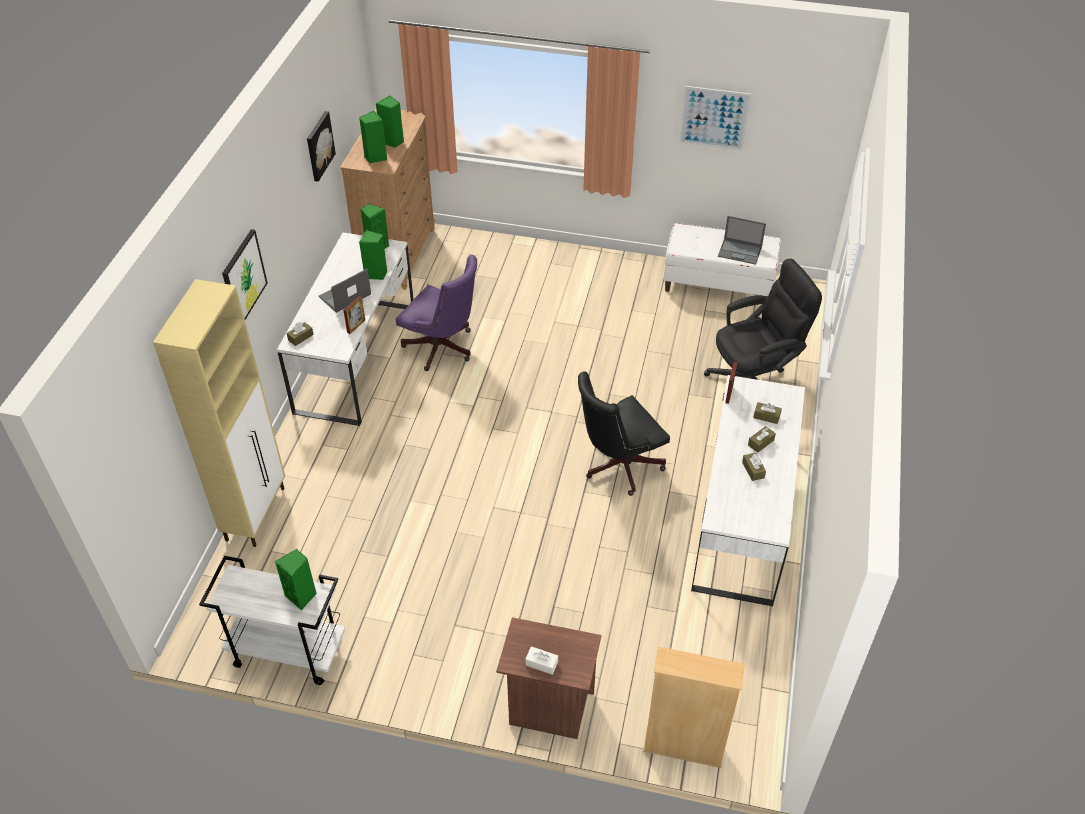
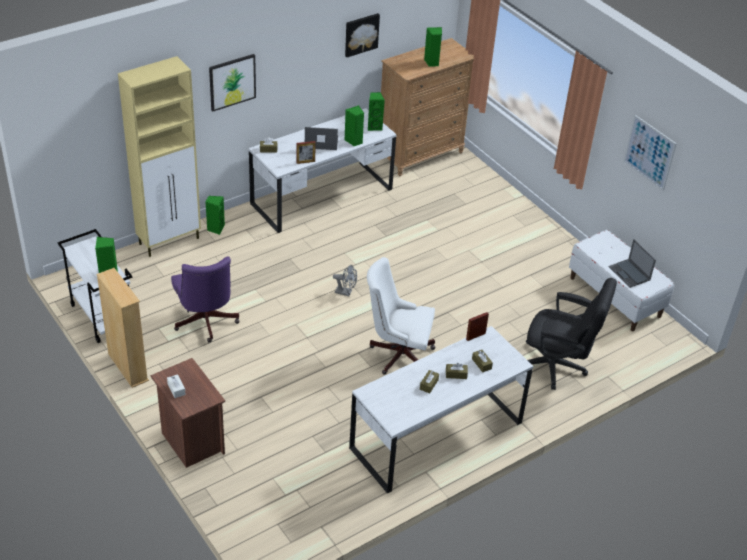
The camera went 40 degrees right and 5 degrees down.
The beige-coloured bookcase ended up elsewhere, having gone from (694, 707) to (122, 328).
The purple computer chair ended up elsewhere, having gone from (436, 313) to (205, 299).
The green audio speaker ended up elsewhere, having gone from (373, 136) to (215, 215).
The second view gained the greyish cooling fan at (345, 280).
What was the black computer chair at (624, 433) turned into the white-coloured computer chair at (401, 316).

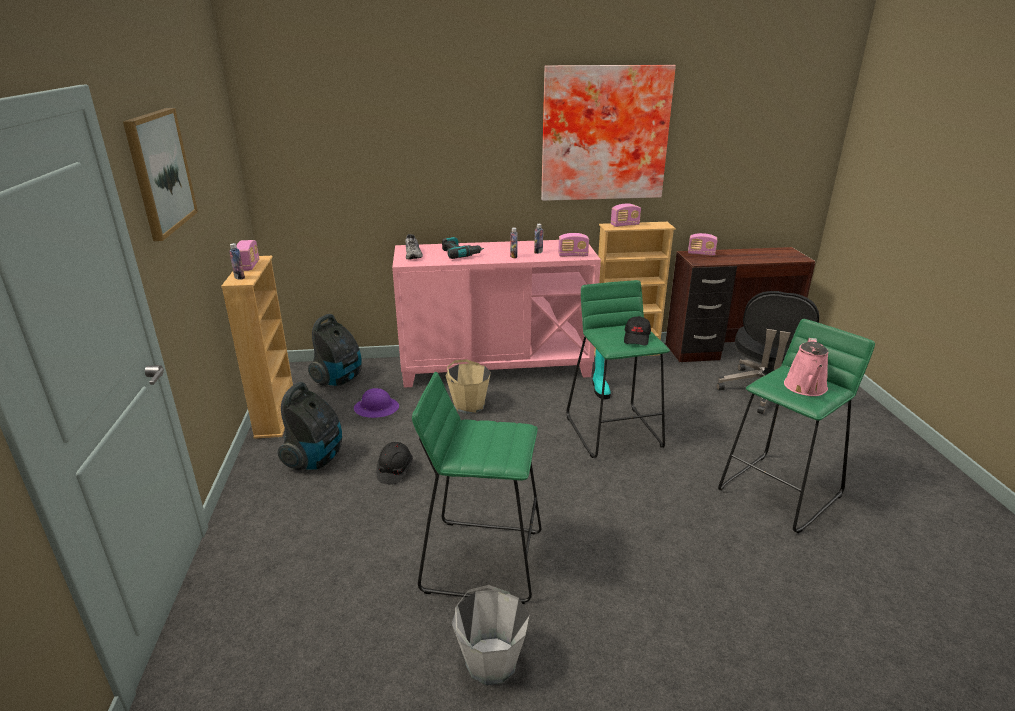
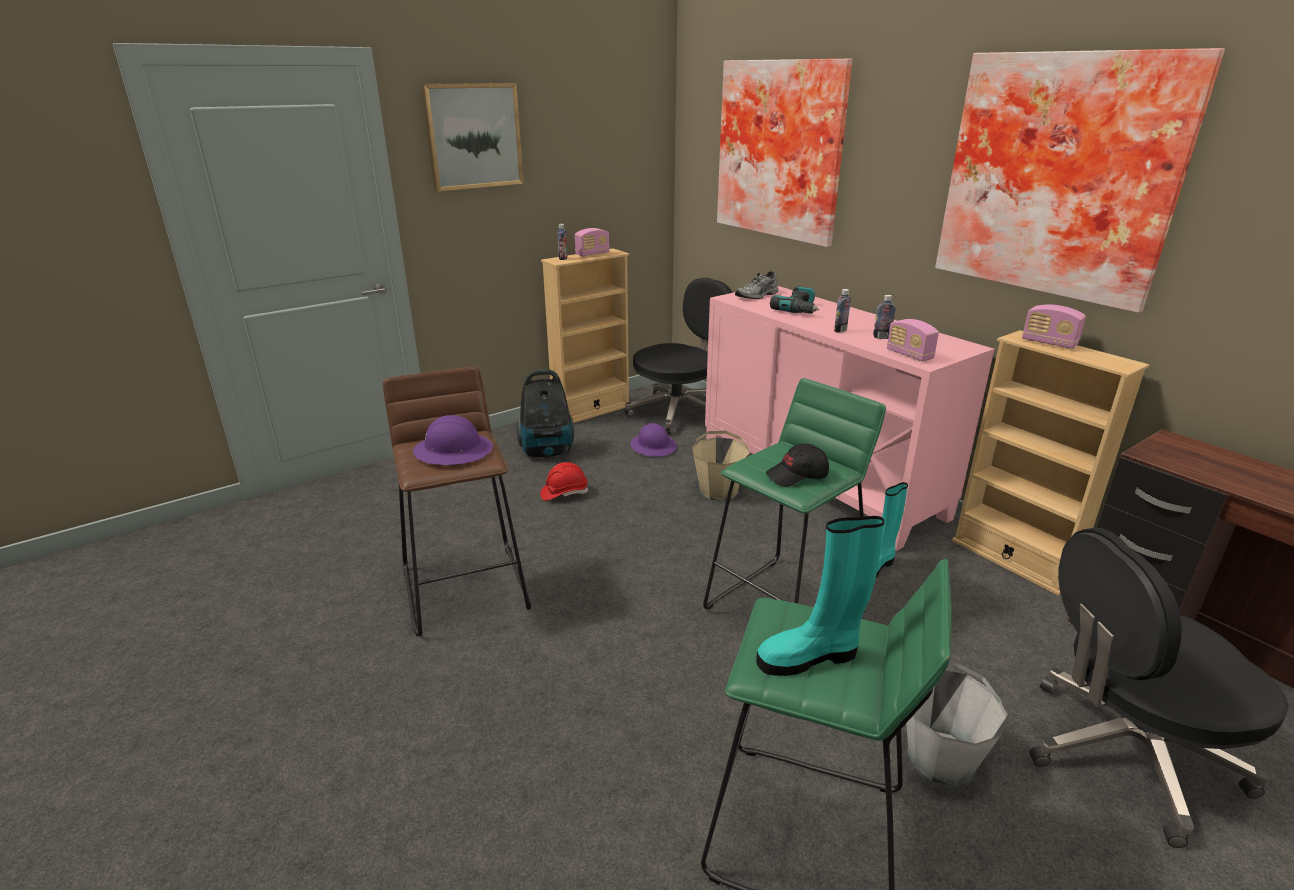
The camera went 60 degrees right and 0 degrees up.
What was the green stool at (477, 488) turned into the brown-coloured stool at (457, 501).
The second view gained the purple work helmet at (453, 440).
What was the black work helmet at (394, 463) turned into the reddish work helmet at (564, 481).
Where the vacuum stood at (335, 350), the black computer chair came to stand at (679, 356).
The second view gained the wall picture at (784, 153).
Where the pink-coloured watering pot stood at (806, 367), the turquoise tall boot came to stand at (820, 596).
The greyish water bucket ended up elsewhere, having gone from (490, 635) to (957, 724).
The second view lost the radio set at (702, 244).

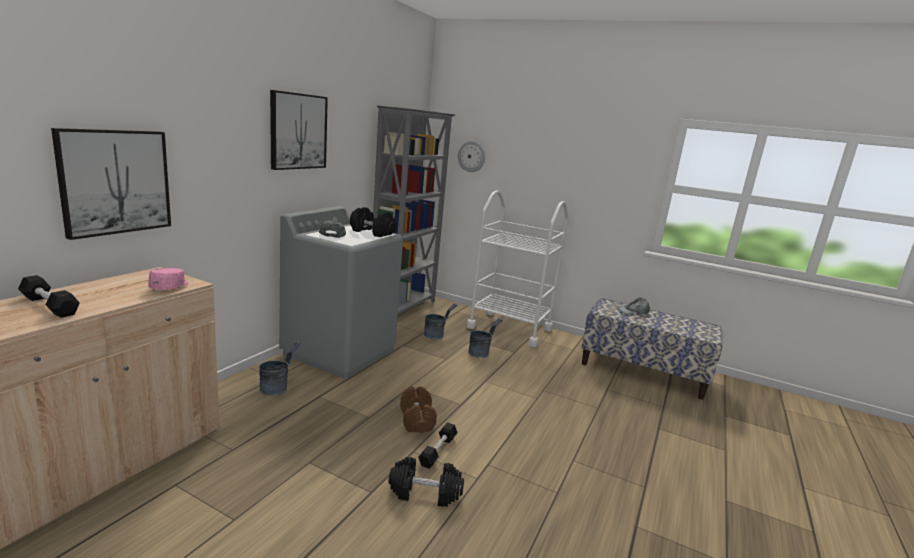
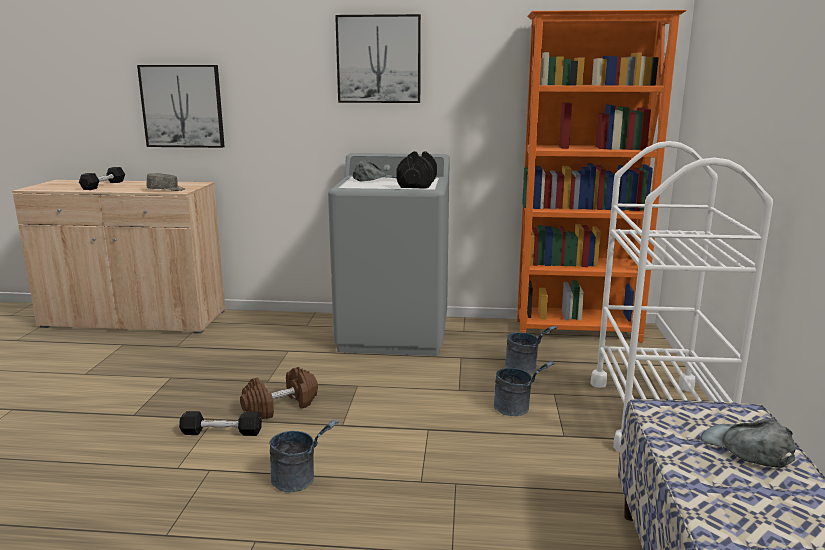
The camera went 70 degrees right and 0 degrees up.
What was the pink-coloured baseball cap at (168, 279) turned into the greyish baseball cap at (165, 182).
The greyish water bucket ended up elsewhere, having gone from (280, 368) to (304, 456).
What was the greyish bookcase at (414, 209) turned into the orangey bookcase at (602, 176).
The second view lost the black dumbbell at (426, 482).
The second view lost the wall clock at (471, 156).

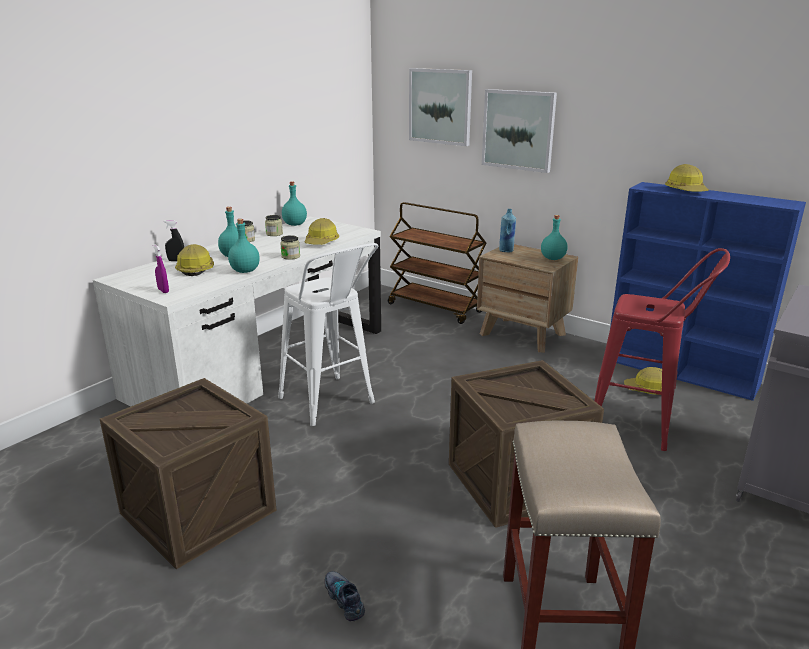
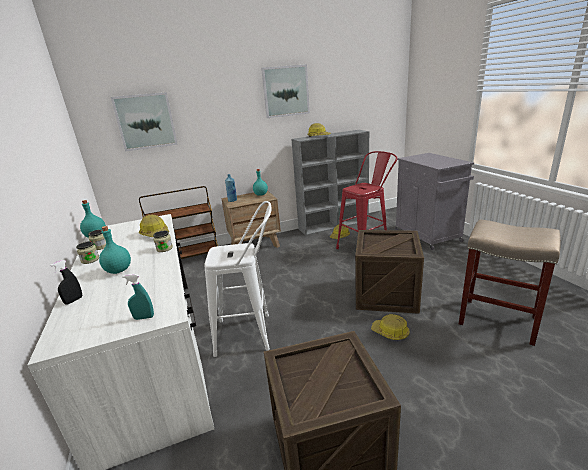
The camera went 55 degrees left and 0 degrees up.
What was the purple hand sprayer at (161, 268) turned into the turquoise hand sprayer at (138, 297).
The wall picture ended up elsewhere, having gone from (519, 131) to (285, 91).
What was the blue-coloured bookcase at (708, 291) turned into the greyish bookcase at (330, 183).
The work helmet ended up elsewhere, having gone from (194, 260) to (390, 327).
The second view lost the turquoise bottle at (244, 246).
The second view lost the item of footwear at (344, 596).

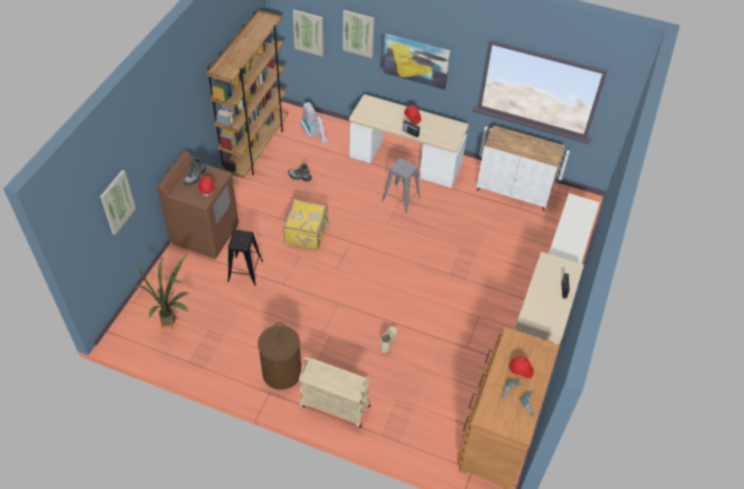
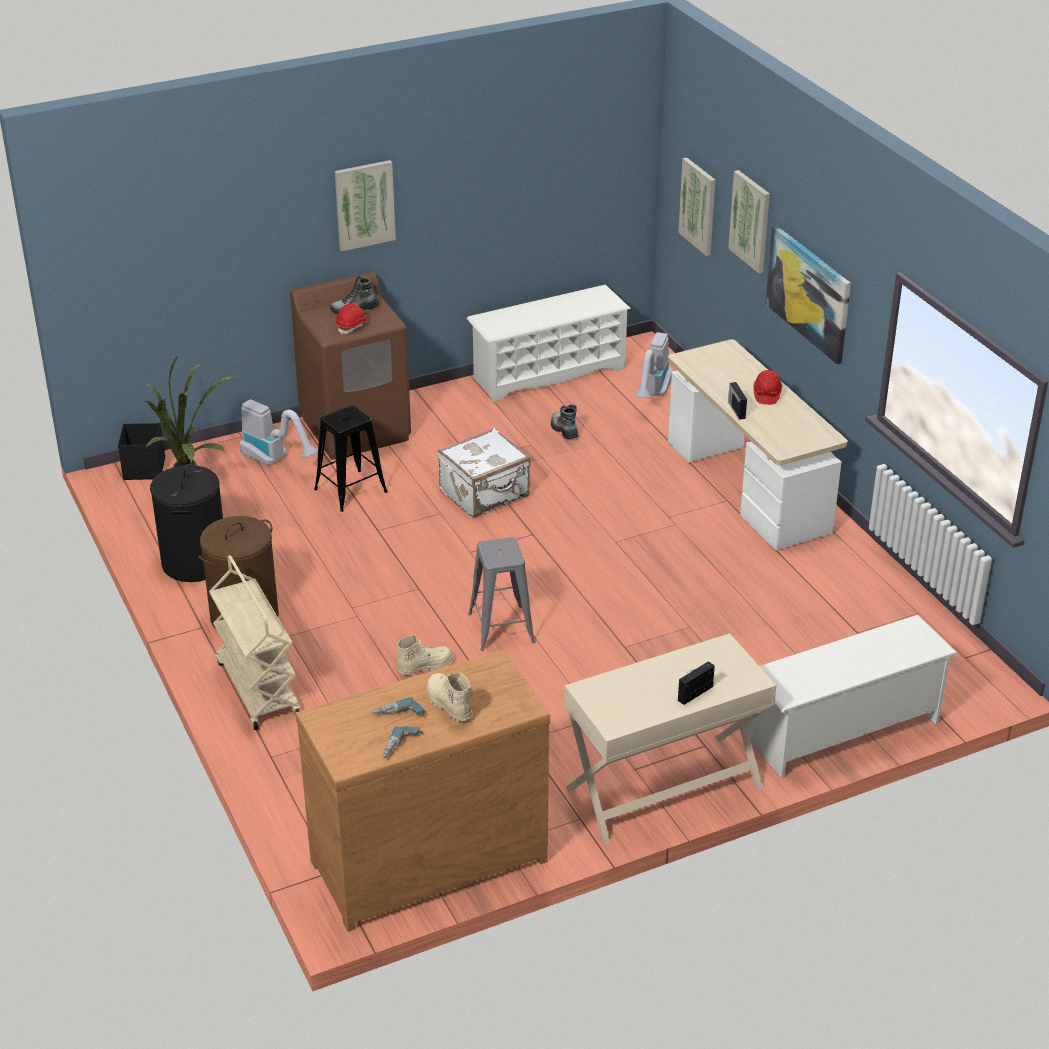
The camera went 45 degrees right and 15 degrees down.
The second view gained the black storage box at (141, 451).
The second view gained the black washing basket at (186, 523).
The second view gained the vacuum at (278, 433).
The wall picture ended up elsewhere, having gone from (118, 202) to (365, 205).
Where the reddish work helmet stood at (520, 367), the beige-coloured tall boot came to stand at (450, 697).
What was the yellow-coloured suitcase at (306, 224) turned into the white-coloured suitcase at (484, 472).
Where the brown-coloured bookcase stood at (247, 94), the white-coloured shoe rack came to stand at (548, 343).
The greyish stool ended up elsewhere, having gone from (401, 186) to (501, 594).
The second view lost the white-coloured cabinet at (521, 168).

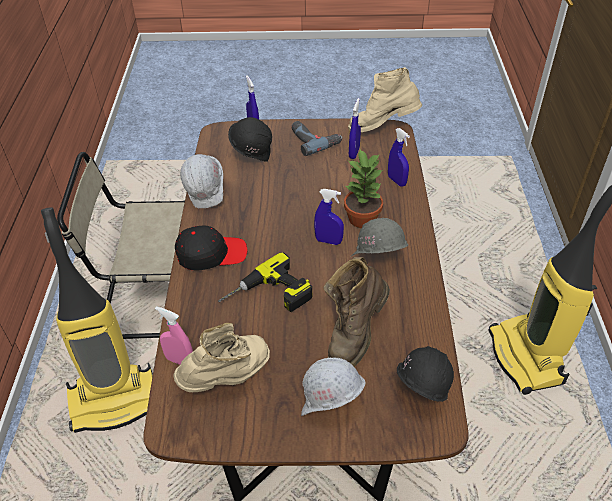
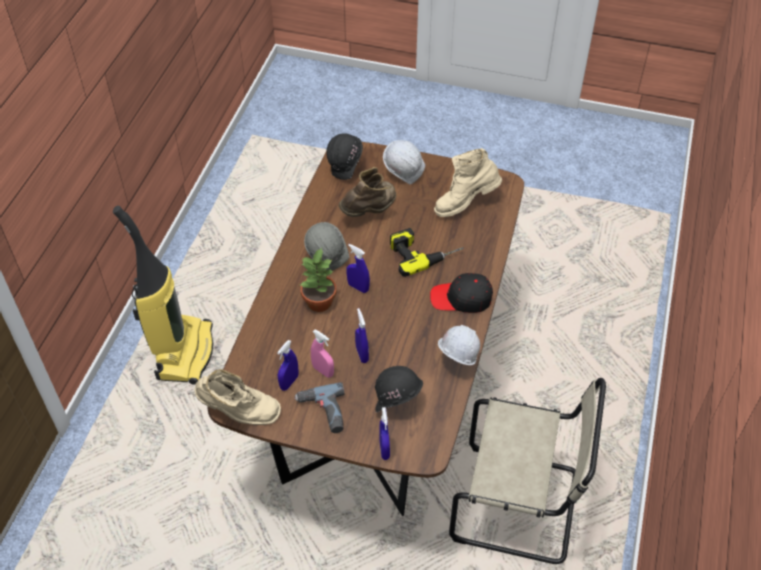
The camera went 165 degrees left and 5 degrees up.
The pink-coloured hand sprayer ended up elsewhere, having gone from (174, 335) to (322, 354).
The blue-coloured hand sprayer ended up elsewhere, having gone from (399, 157) to (362, 335).
The second view lost the vacuum at (97, 320).

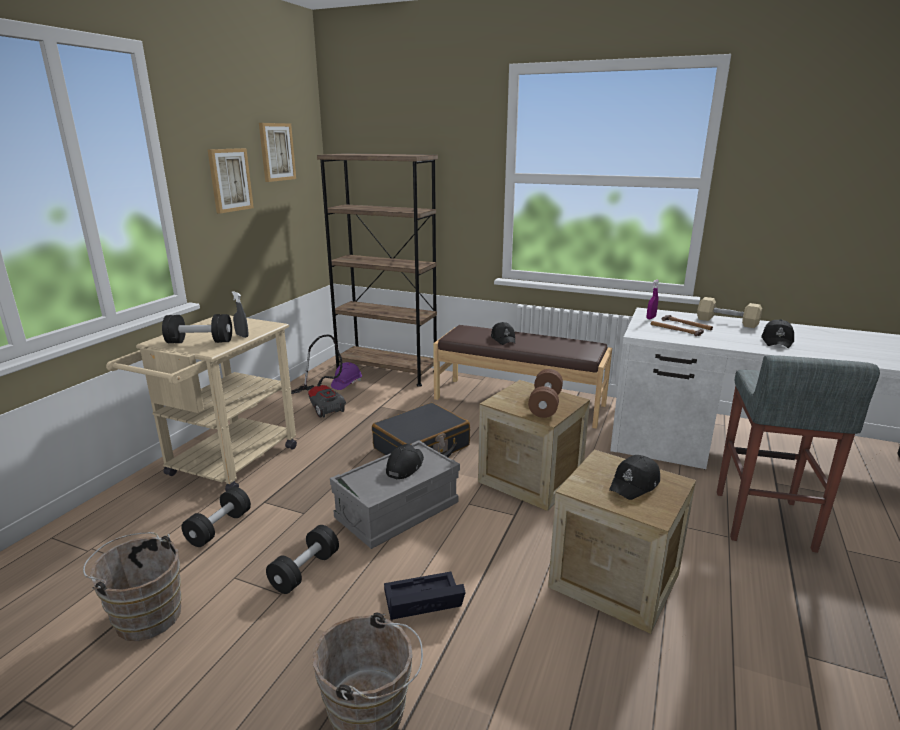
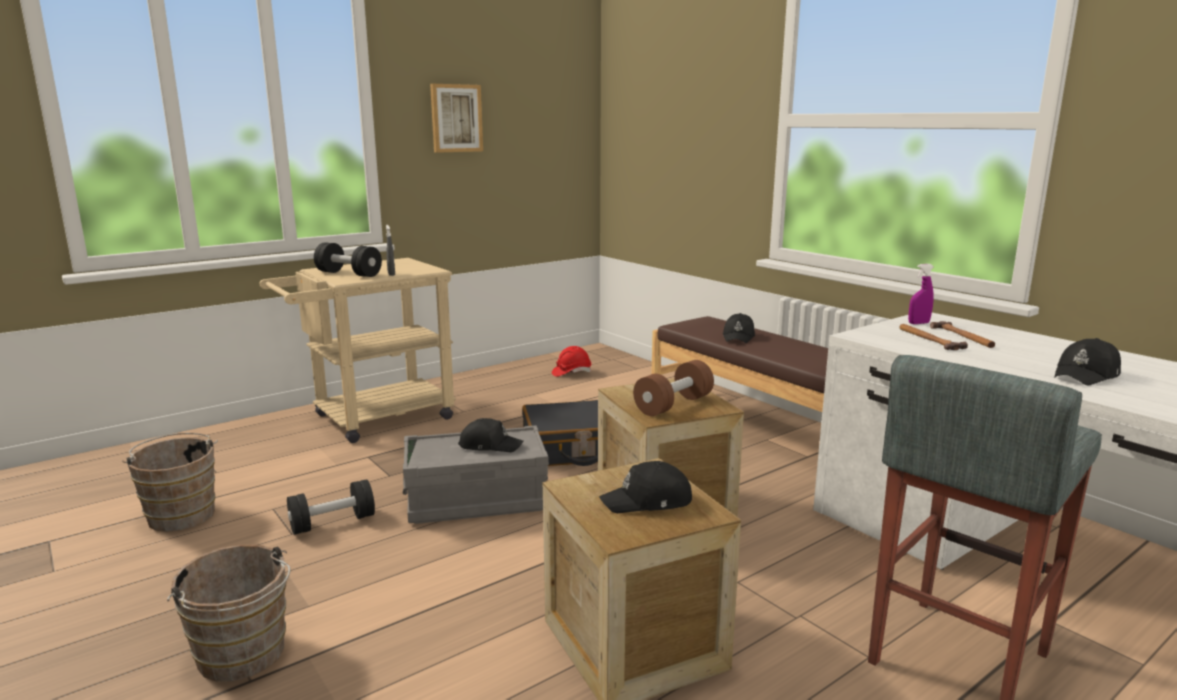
The camera went 30 degrees right and 5 degrees down.
The black baseball cap at (405, 461) ended up facing another way, 45 degrees clockwise from before.
What was the purple work helmet at (346, 376) turned into the reddish work helmet at (571, 361).
The second view lost the black dumbbell at (216, 517).
The second view lost the wall picture at (277, 152).
The second view lost the vacuum at (318, 376).
The second view lost the brown-coloured bookcase at (377, 270).
The second view lost the black storage box at (425, 596).
The second view lost the beige-coloured dumbbell at (729, 312).

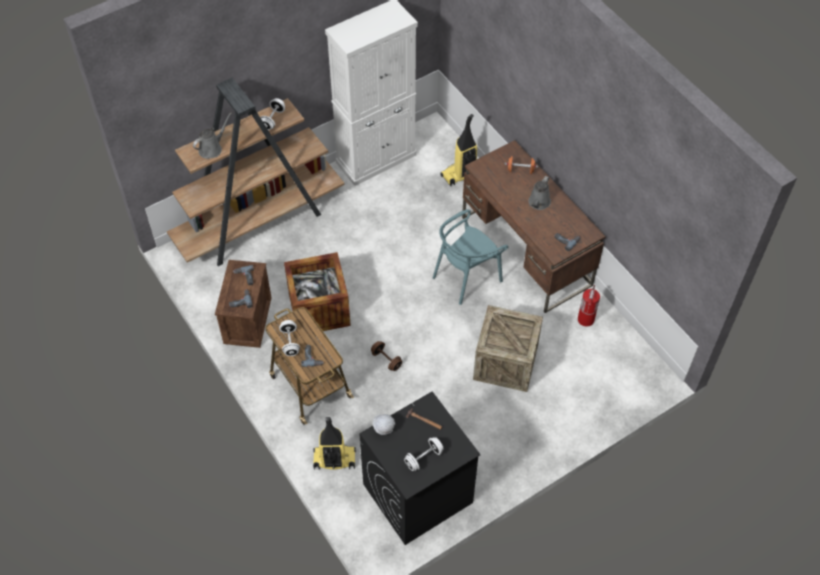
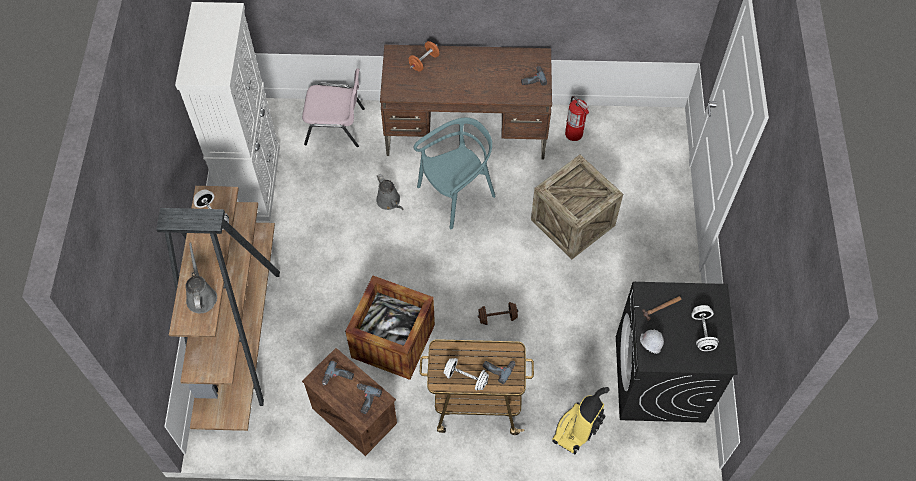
The camera went 55 degrees left and 5 degrees up.
Where the vacuum stood at (458, 150), the pink-coloured chair came to stand at (333, 107).
The greyish watering pot ended up elsewhere, having gone from (539, 193) to (390, 192).
The turquoise chair at (470, 257) ended up facing another way, 120 degrees counterclockwise from before.

